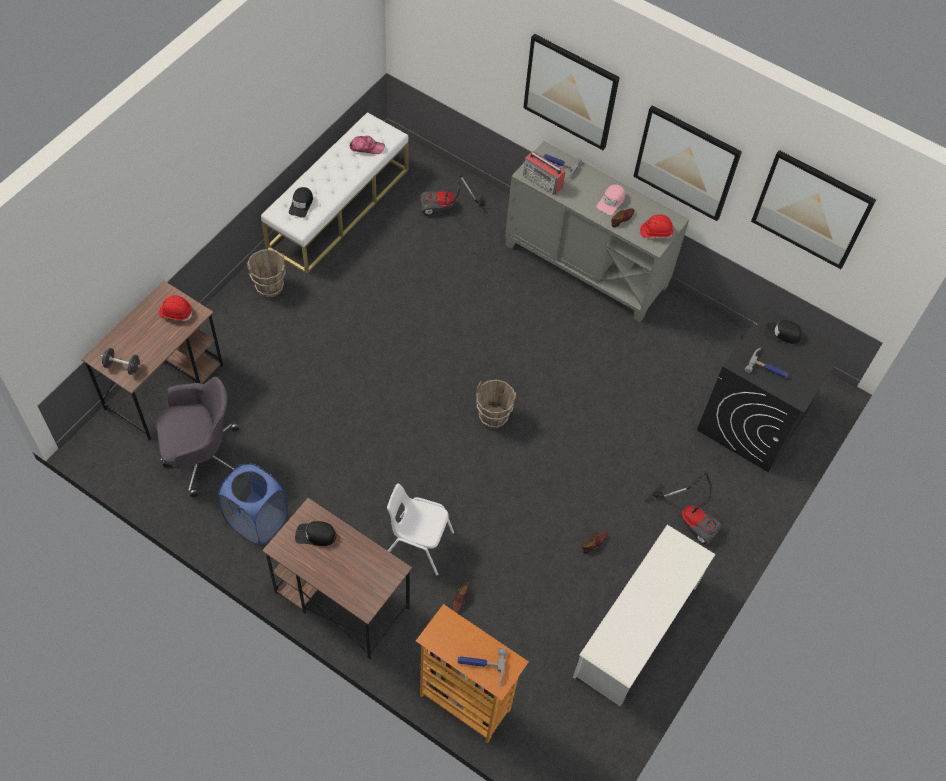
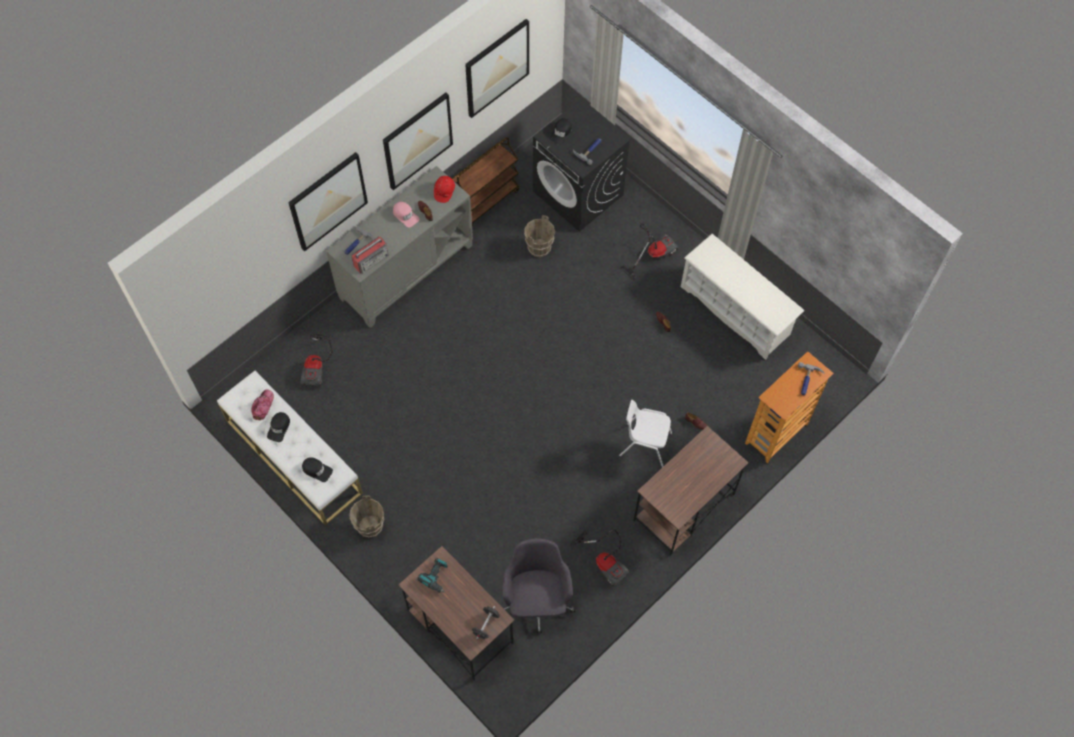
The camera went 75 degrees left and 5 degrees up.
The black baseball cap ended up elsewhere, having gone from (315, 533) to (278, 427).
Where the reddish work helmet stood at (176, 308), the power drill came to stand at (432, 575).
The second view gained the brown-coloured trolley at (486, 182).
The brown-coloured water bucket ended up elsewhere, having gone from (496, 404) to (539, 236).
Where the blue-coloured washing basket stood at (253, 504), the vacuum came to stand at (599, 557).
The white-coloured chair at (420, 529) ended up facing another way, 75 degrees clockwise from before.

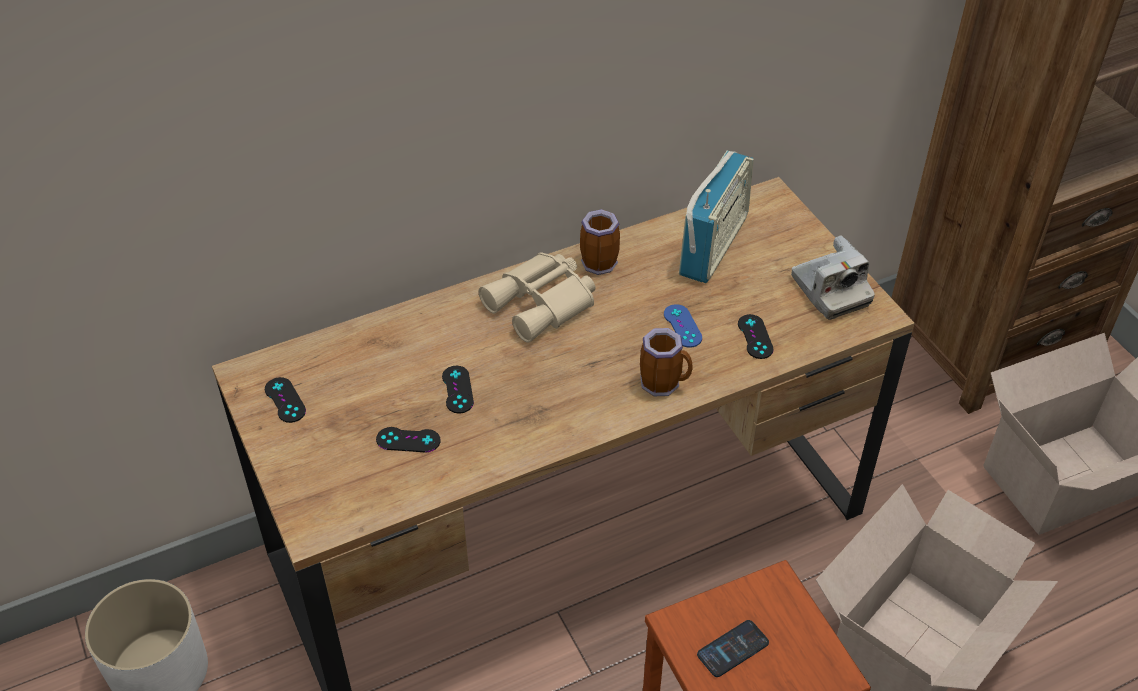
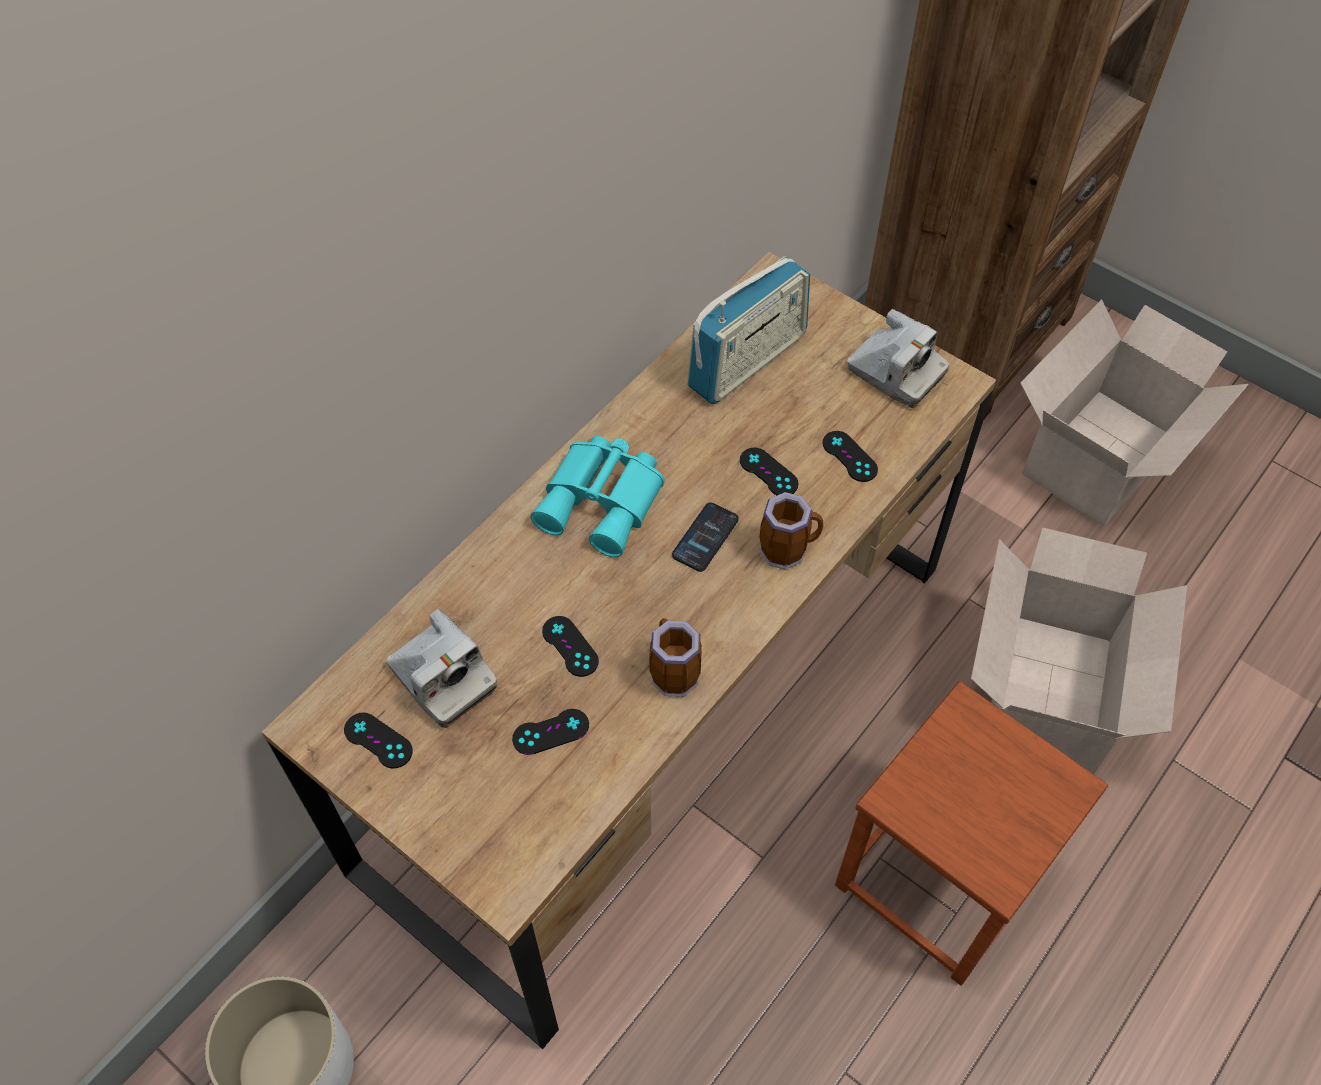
The camera went 25 degrees left and 10 degrees up.
The second view gained the still camera at (441, 668).
What was the beige-coloured binoculars at (537, 297) turned into the turquoise binoculars at (598, 496).
The mug ended up elsewhere, having gone from (600, 242) to (675, 657).
The telephone ended up elsewhere, having gone from (733, 648) to (705, 537).
The radio set at (716, 217) ended up facing another way, 45 degrees clockwise from before.
What was the blue-coloured gamepad at (683, 326) turned into the black gamepad at (769, 471).

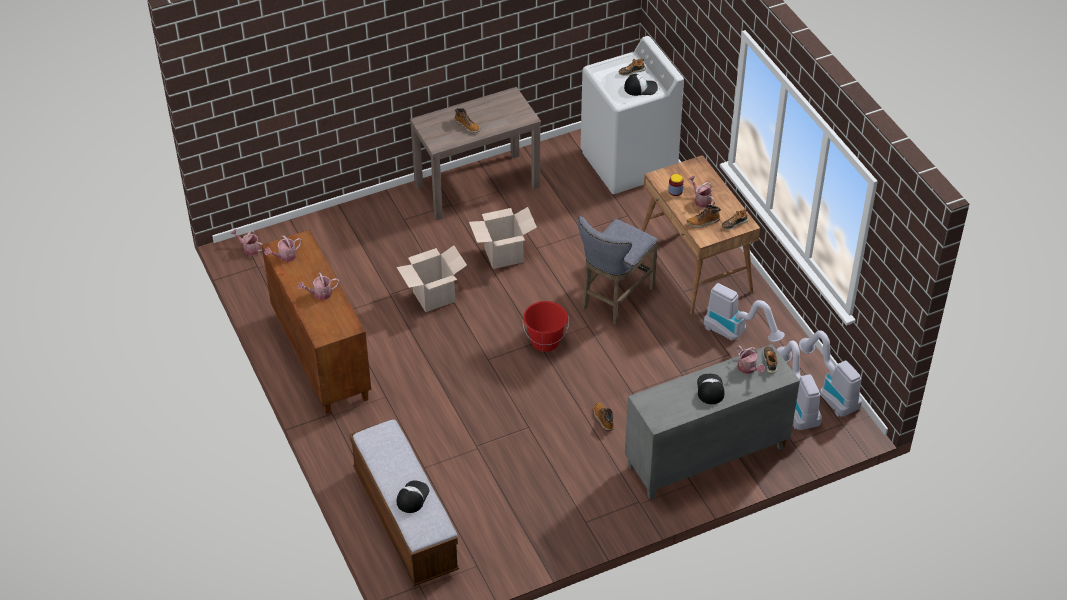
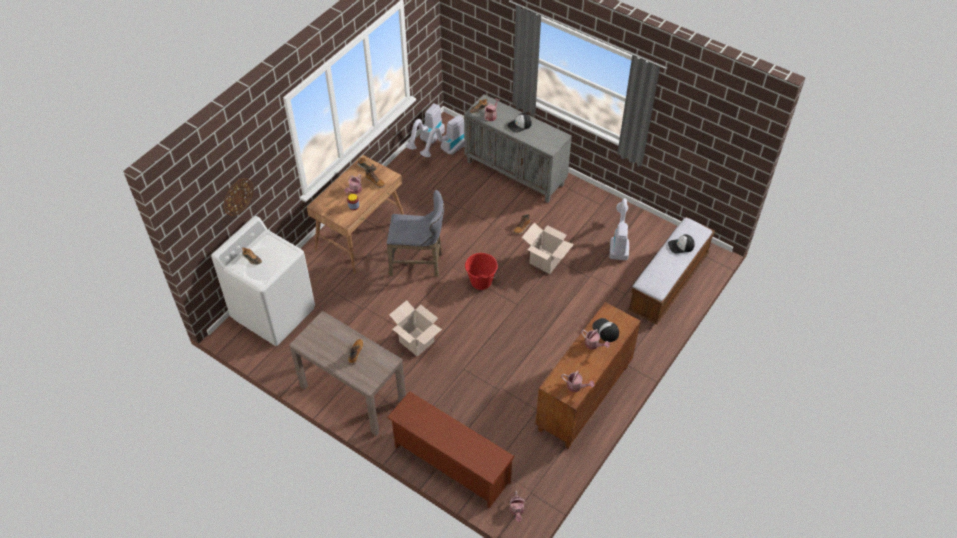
The camera went 120 degrees left and 5 degrees up.
The second view gained the wall clock at (238, 197).
The second view gained the brown-coloured shoe rack at (451, 449).
The cardboard box ended up elsewhere, having gone from (432, 278) to (548, 248).
The baseball cap ended up elsewhere, having gone from (641, 85) to (605, 330).
The vacuum ended up elsewhere, having gone from (744, 312) to (619, 229).

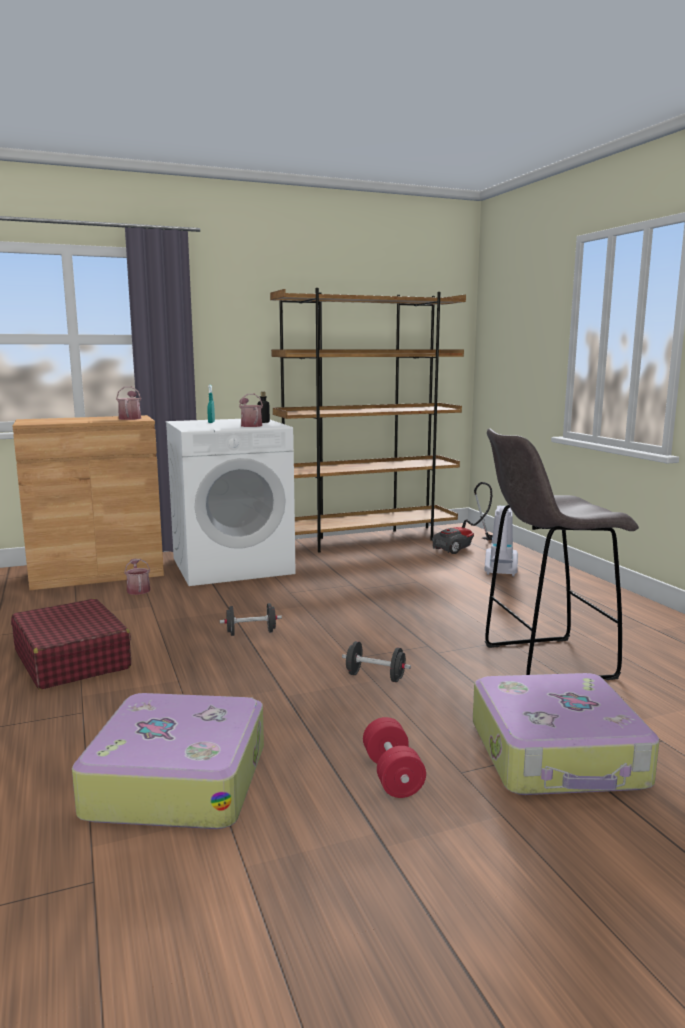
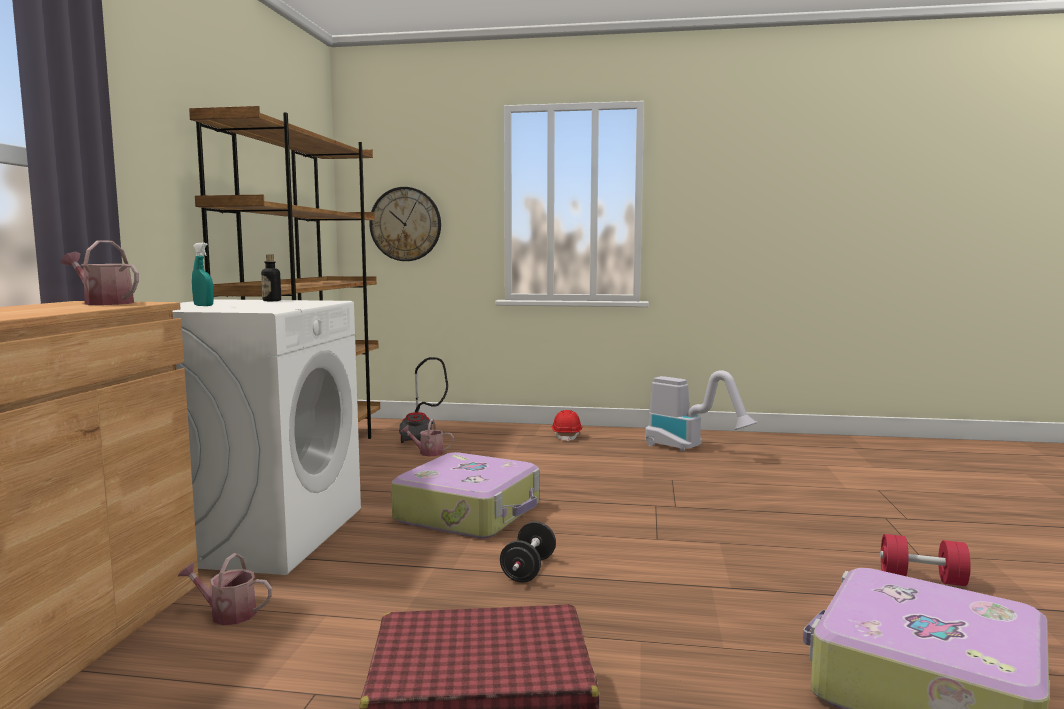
The camera went 60 degrees left and 5 degrees down.
The second view gained the wall clock at (405, 224).
The suitcase ended up elsewhere, having gone from (566, 734) to (465, 495).
The watering pot ended up elsewhere, having gone from (251, 410) to (427, 437).
The second view gained the reddish work helmet at (567, 426).
The vacuum ended up elsewhere, having gone from (501, 541) to (701, 411).
The second view lost the black dumbbell at (376, 661).
The second view lost the greyish stool at (562, 554).

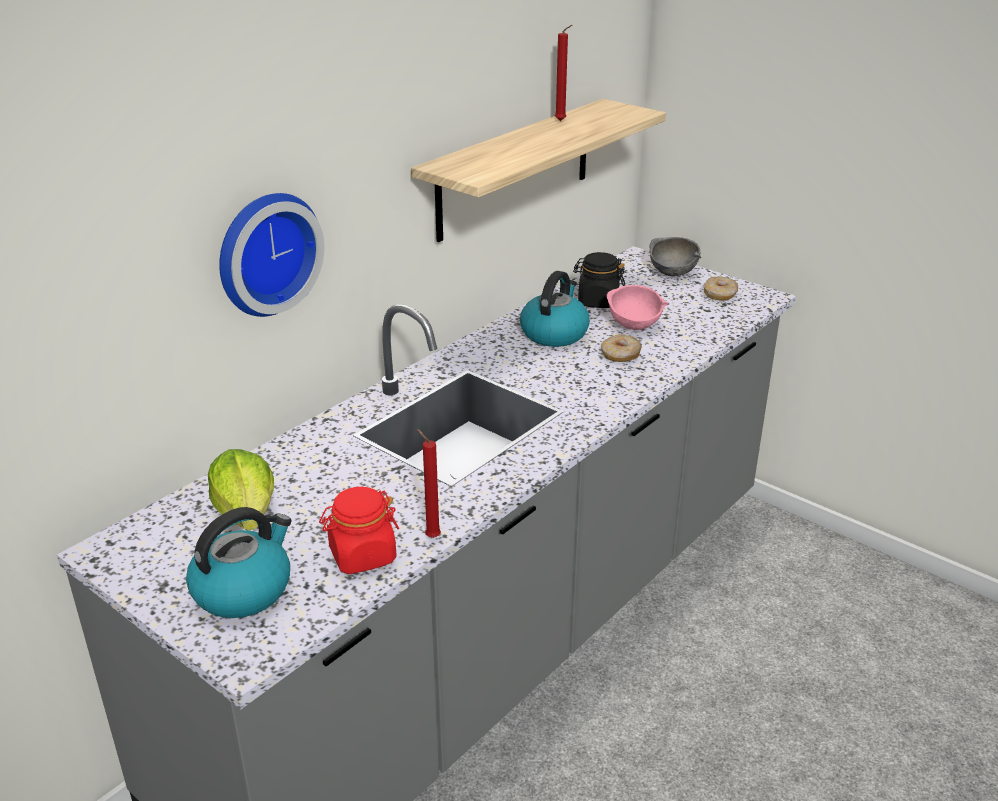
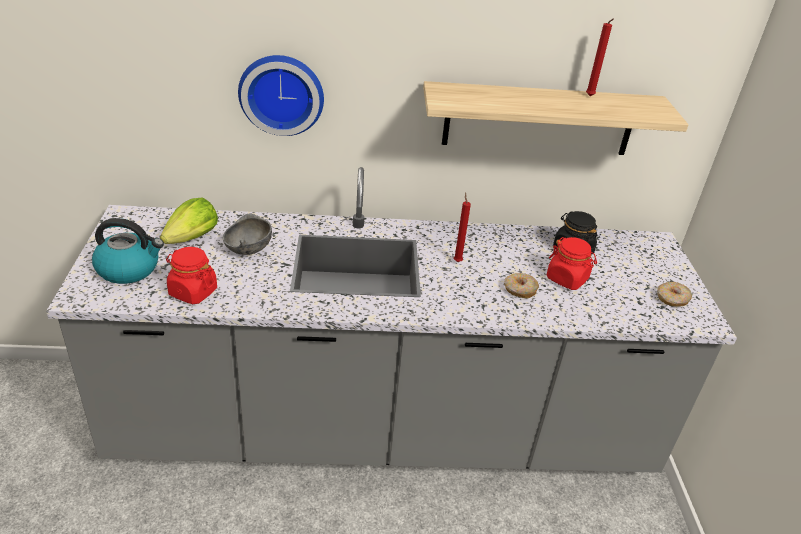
The camera went 45 degrees right and 5 degrees up.
The greyish deep dish ended up elsewhere, having gone from (675, 257) to (247, 234).
The reddish candle ended up elsewhere, having gone from (429, 483) to (462, 227).
Where the pink-coloured deep dish stood at (638, 307), the reddish jar came to stand at (572, 263).
The second view lost the kettle at (555, 309).

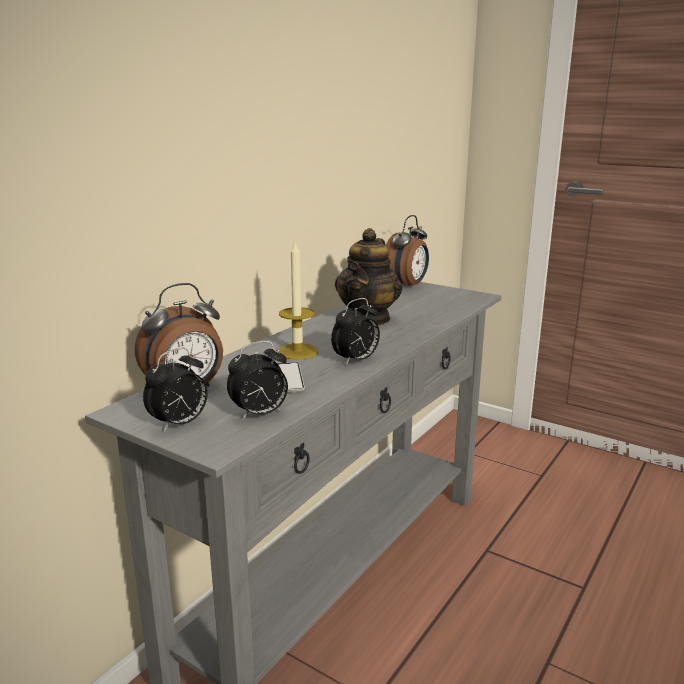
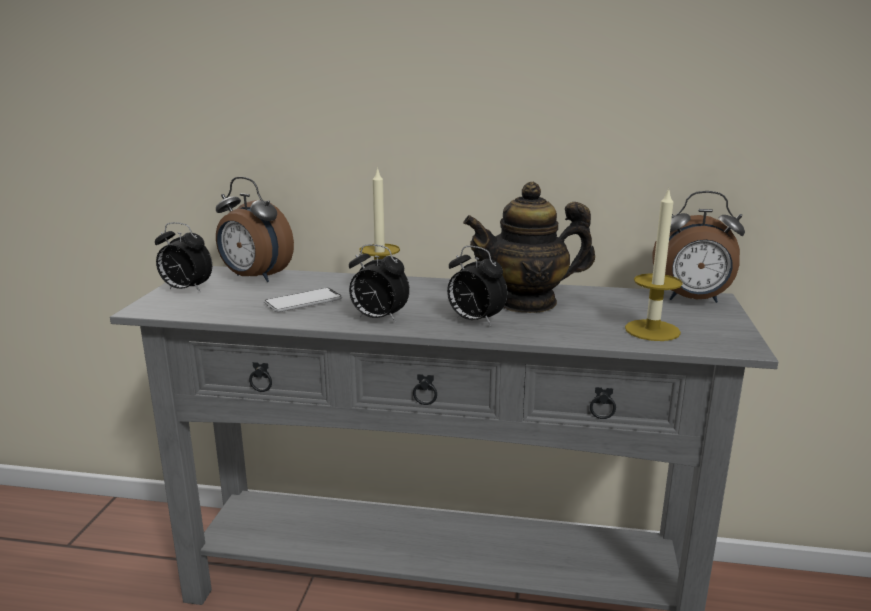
The camera went 65 degrees right and 0 degrees up.
The table clock ended up elsewhere, having gone from (257, 380) to (477, 286).
The second view gained the candle at (654, 264).

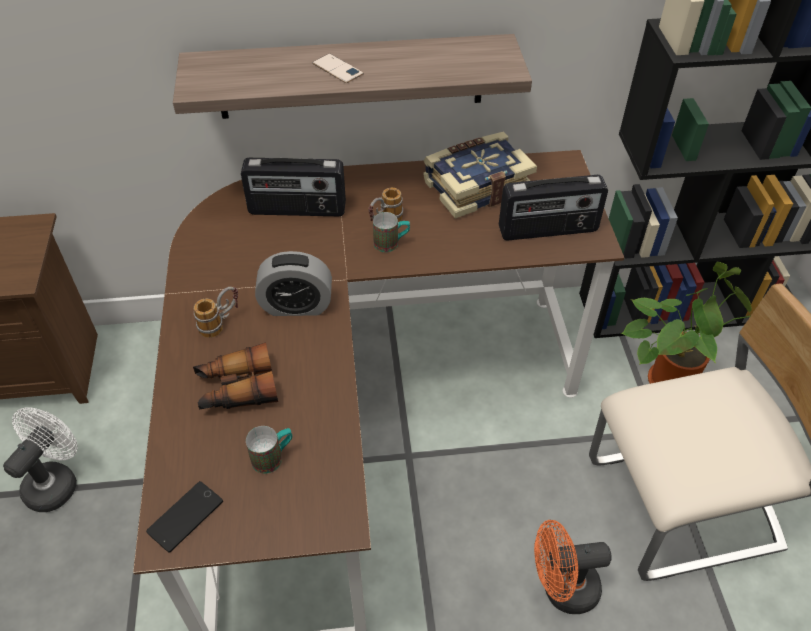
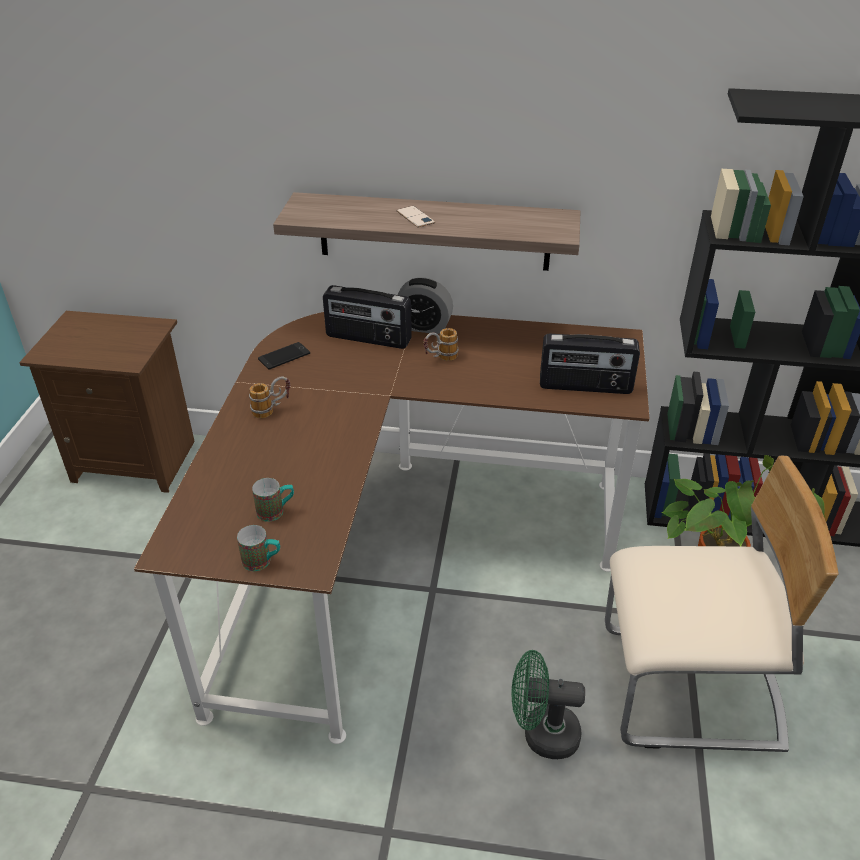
The camera went 15 degrees right and 10 degrees down.
The mug ended up elsewhere, having gone from (391, 232) to (258, 548).
The telephone ended up elsewhere, having gone from (184, 517) to (284, 356).
The table clock ended up elsewhere, having gone from (293, 283) to (425, 306).
What was the orangey cooling fan at (573, 567) turned into the green cooling fan at (548, 704).
The second view lost the white-coloured cooling fan at (40, 459).
The second view lost the binoculars at (235, 376).
The second view lost the book at (480, 175).

